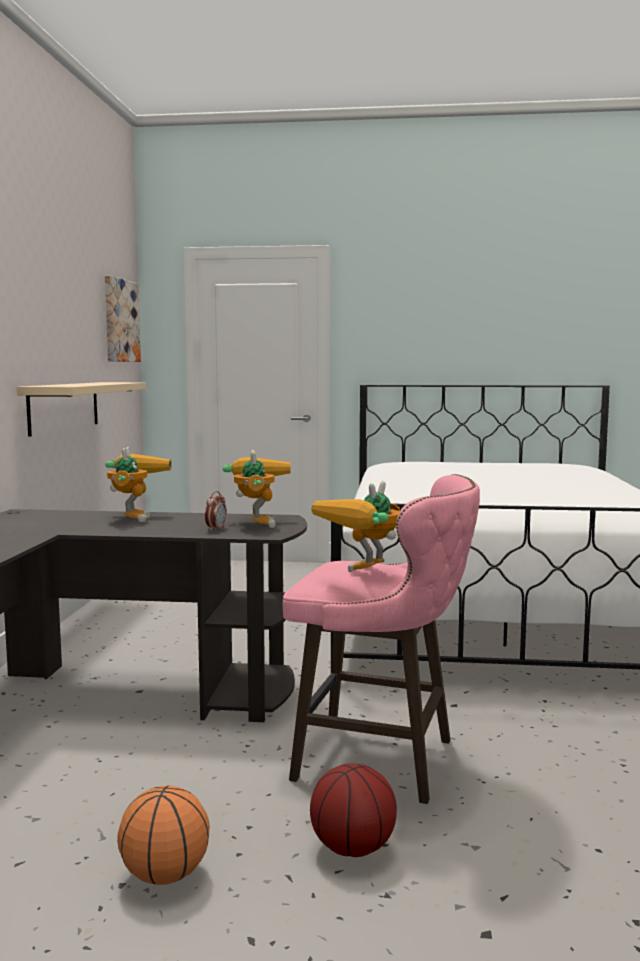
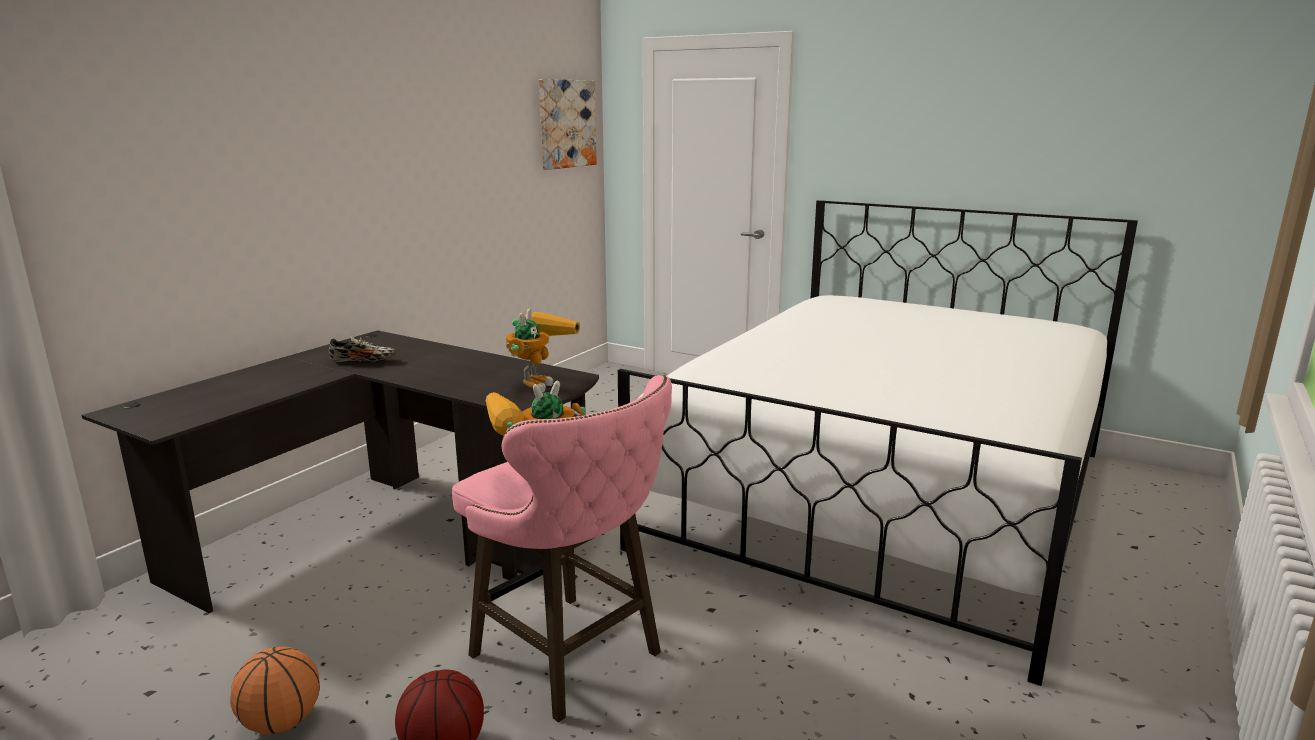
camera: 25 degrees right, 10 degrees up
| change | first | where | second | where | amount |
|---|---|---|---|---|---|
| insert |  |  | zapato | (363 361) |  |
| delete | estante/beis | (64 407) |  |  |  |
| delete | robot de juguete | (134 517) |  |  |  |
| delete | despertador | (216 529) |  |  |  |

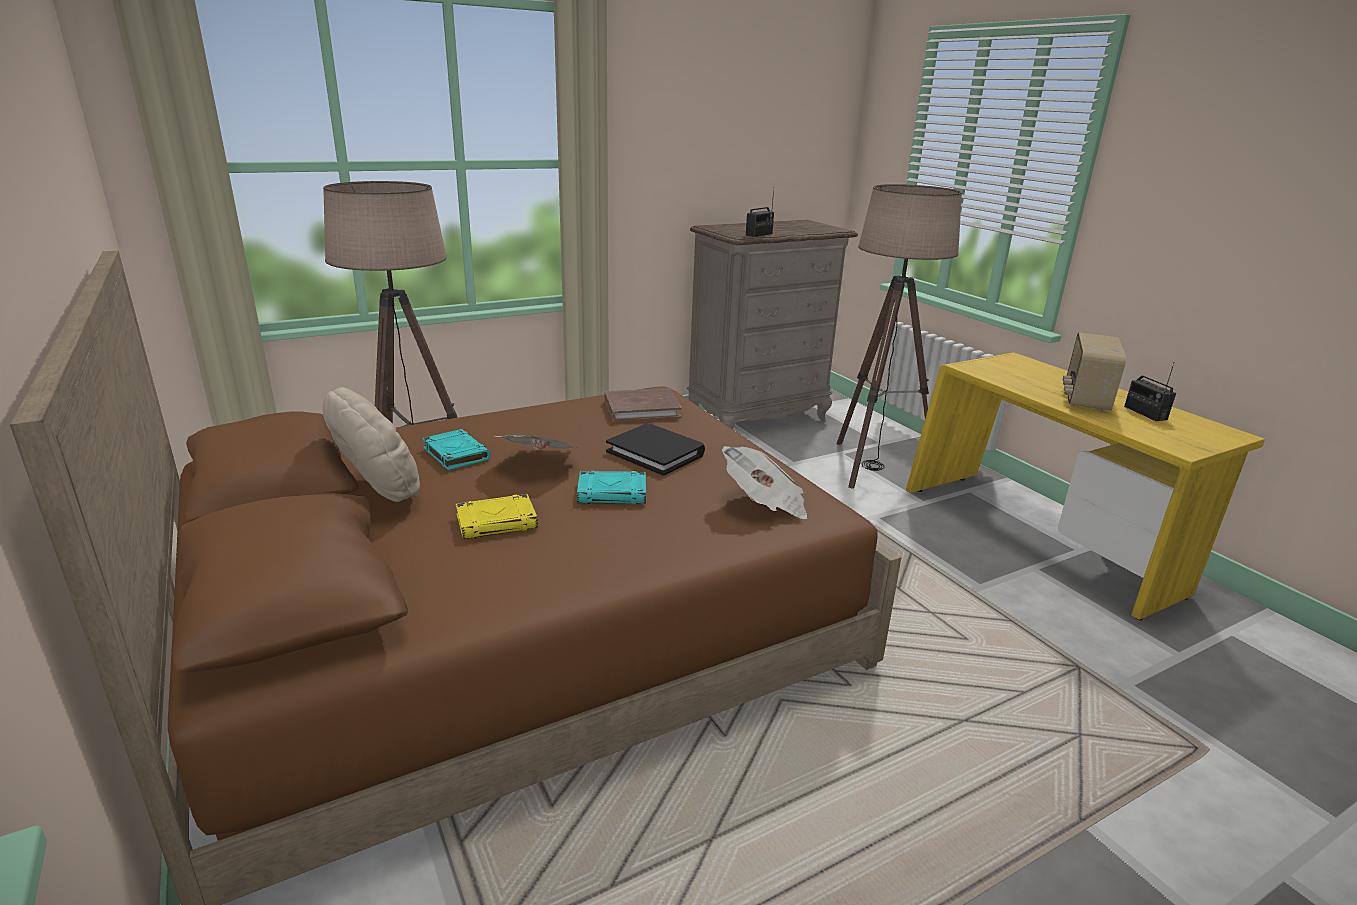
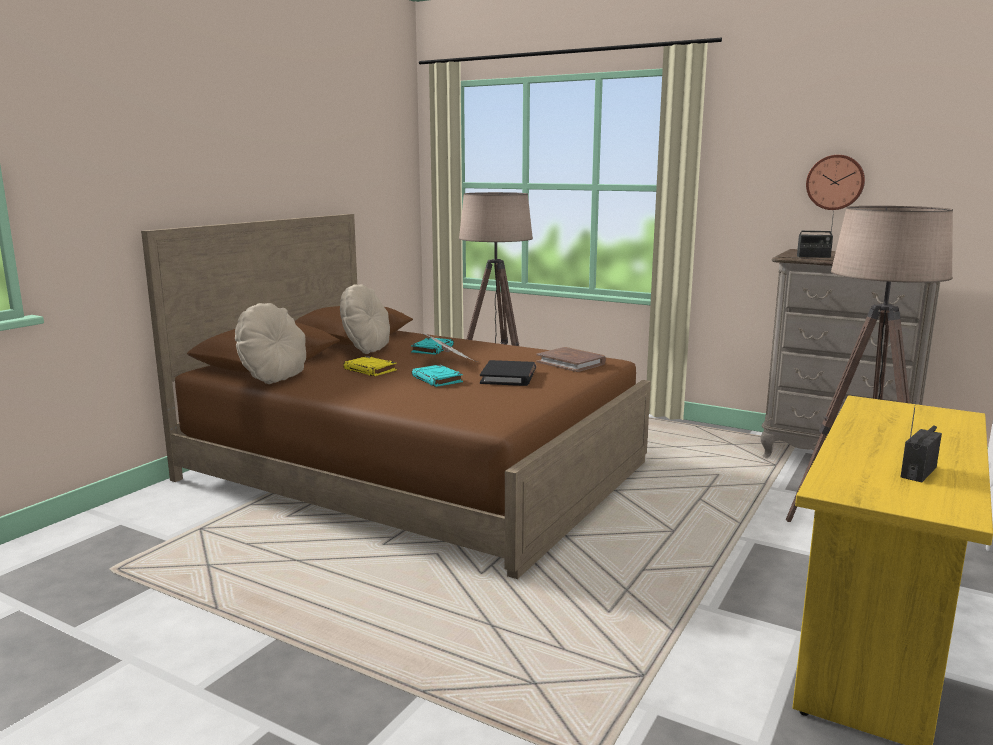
camera: 60 degrees right, 10 degrees down
| change | first | where | second | where | amount |
|---|---|---|---|---|---|
| insert |  |  | cojín/beis | (274 379) |  |
| insert |  |  | reloj de pared | (835 182) |  |
| delete | periódico | (765 503) |  |  |  |
| delete | radio | (1084 399) |  |  |  |

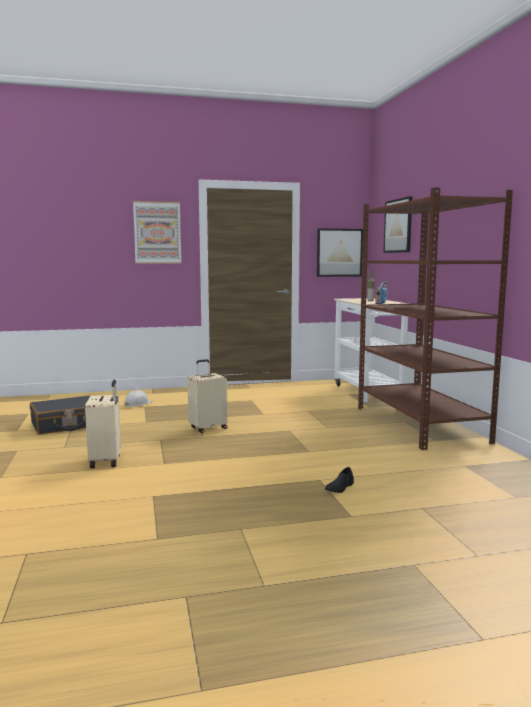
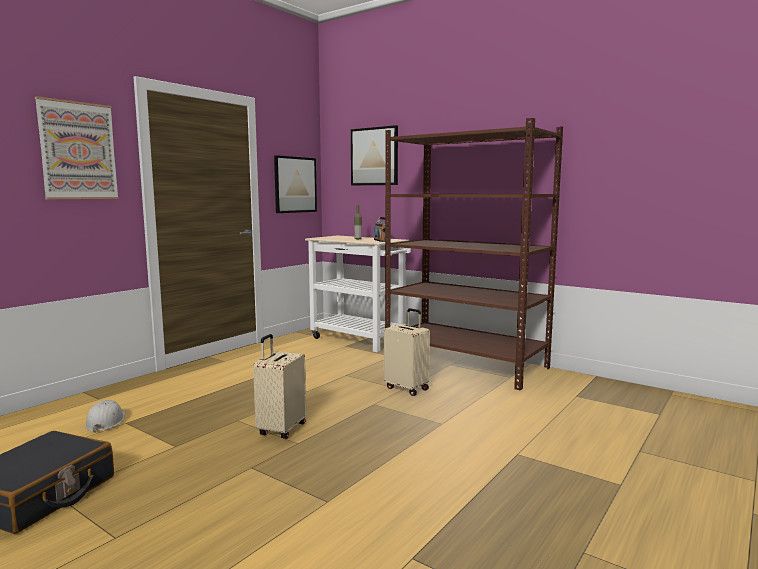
camera: 40 degrees left, 0 degrees up
| change | first | where | second | where | amount |
|---|---|---|---|---|---|
| move | maleta/beis | (106 461) |  | (407 388) |  |
| delete | zapato/negro | (339 487) |  |  |  |

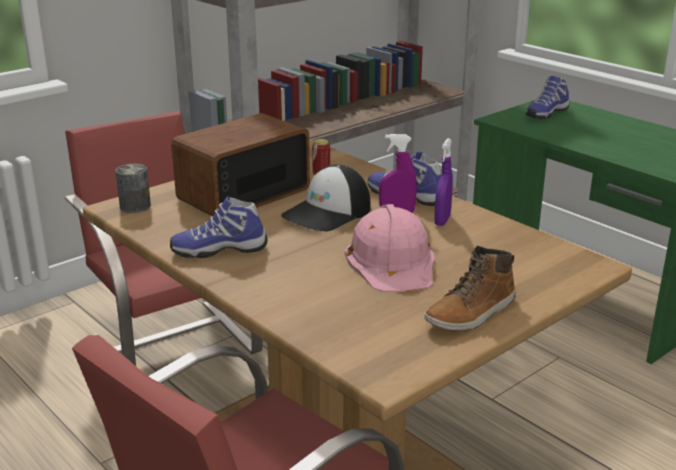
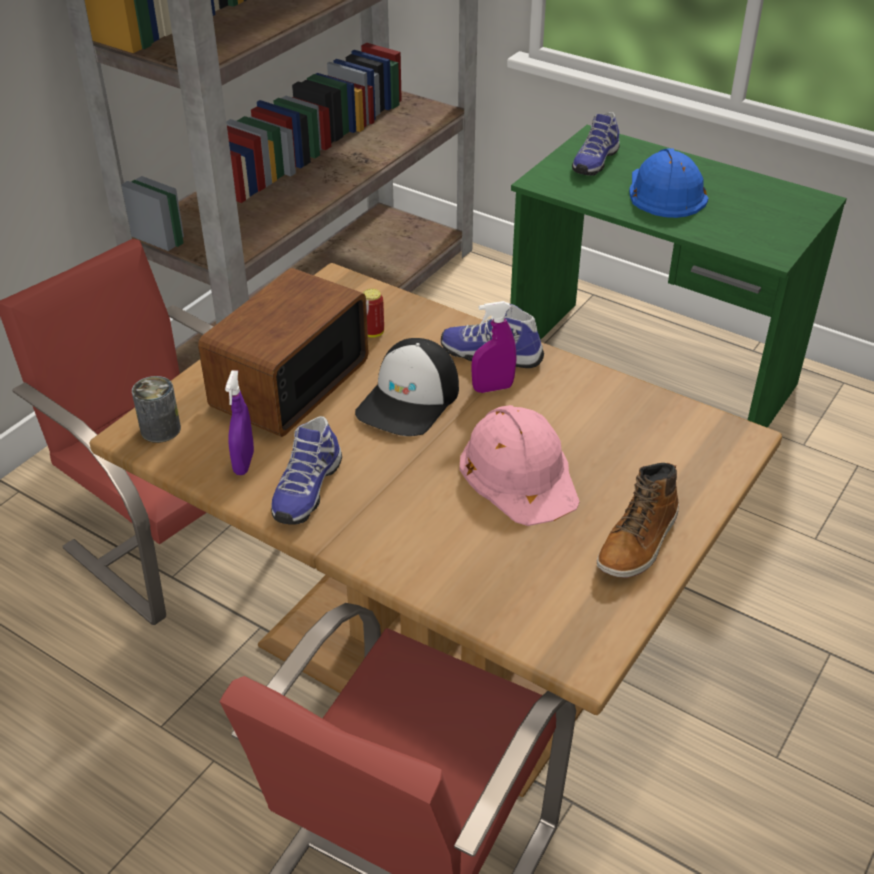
camera: 15 degrees left, 15 degrees up
| change | first | where | second | where | amount |
|---|---|---|---|---|---|
| move | pulverizador/morado | (442 220) |  | (244 463) |  |
| rotate | zapato | (219 249) |  | (305 489) | 45 degrees counterclockwise |
| insert |  |  | casco/azul | (665 192) |  |

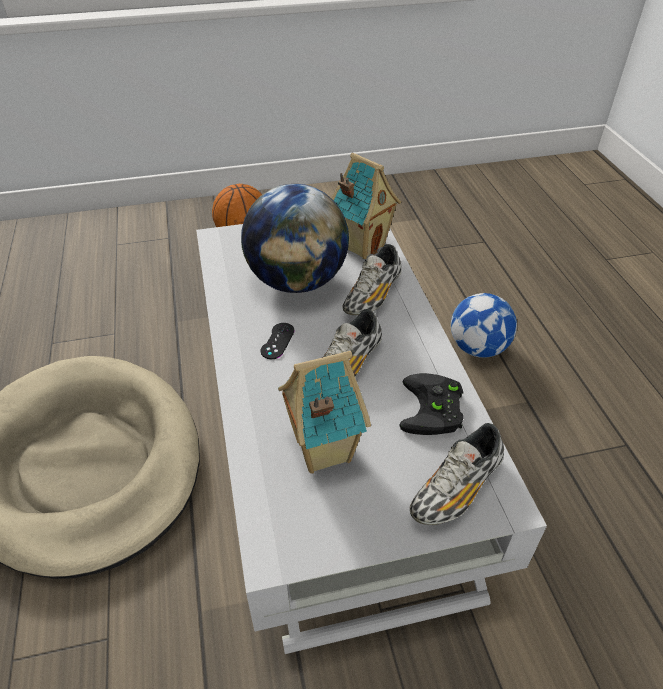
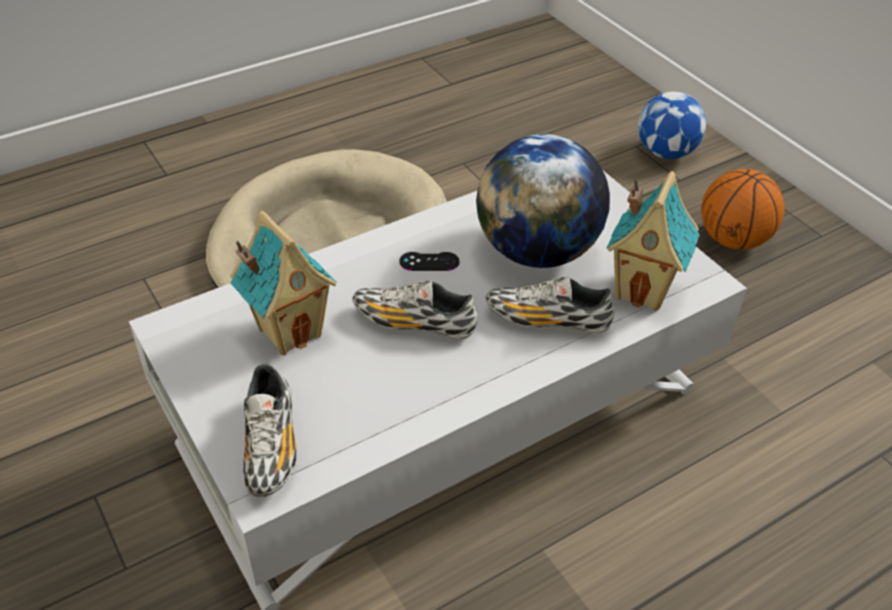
camera: 70 degrees right, 0 degrees up
| change | first | where | second | where | amount |
|---|---|---|---|---|---|
| rotate | zapato | (456 489) |  | (271 446) | 120 degrees counterclockwise |
| move | balón de fútbol | (478 348) |  | (665 152) |  |
| delete | mando de consola/negro | (434 410) |  |  |  |

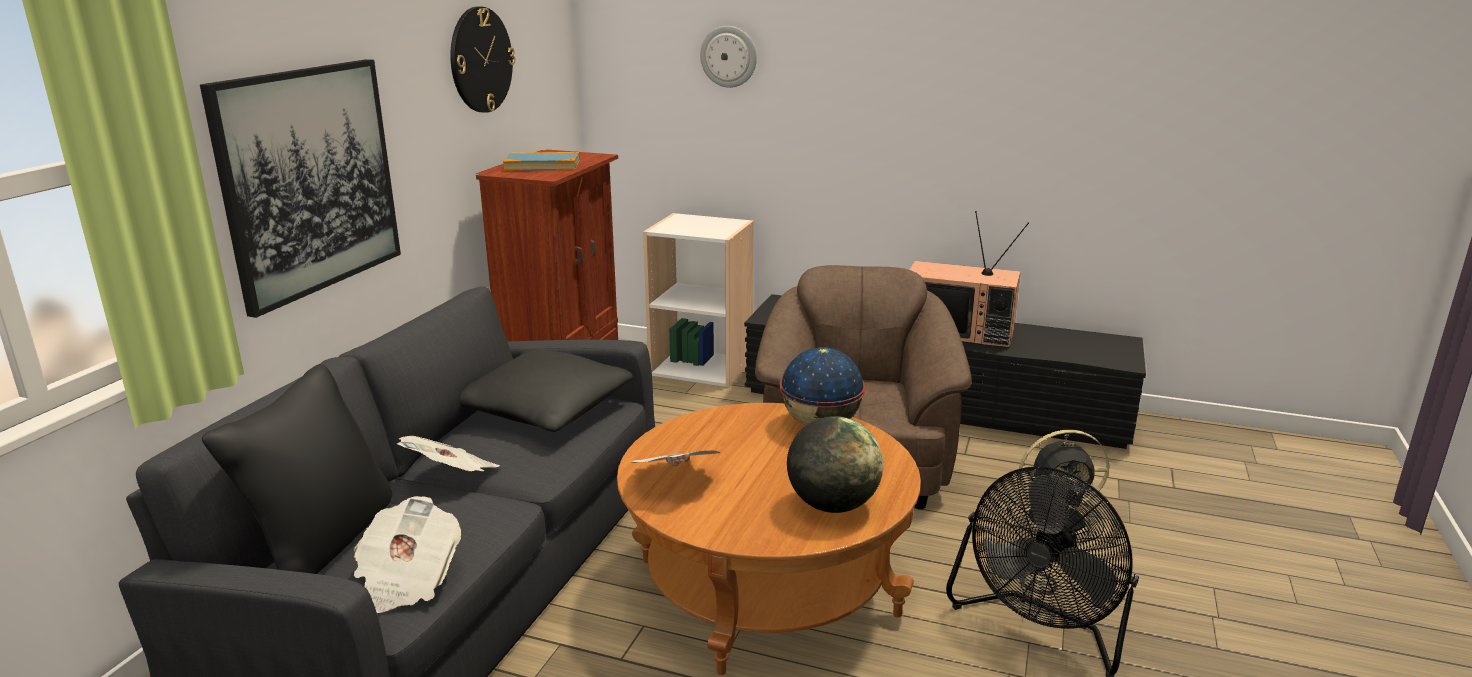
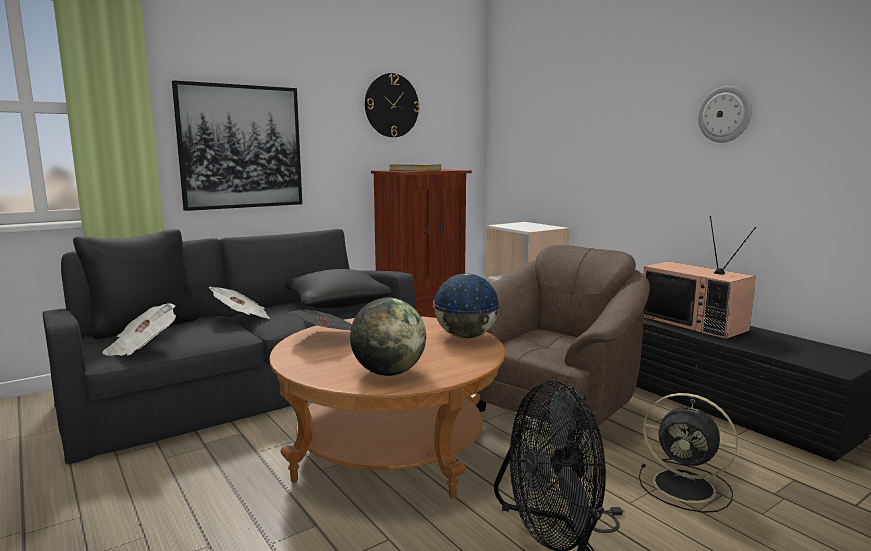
camera: 35 degrees right, 10 degrees down
| change | first | where | second | where | amount |
|---|---|---|---|---|---|
| move | reloj de pared | (729 56) |  | (725 114) |  |

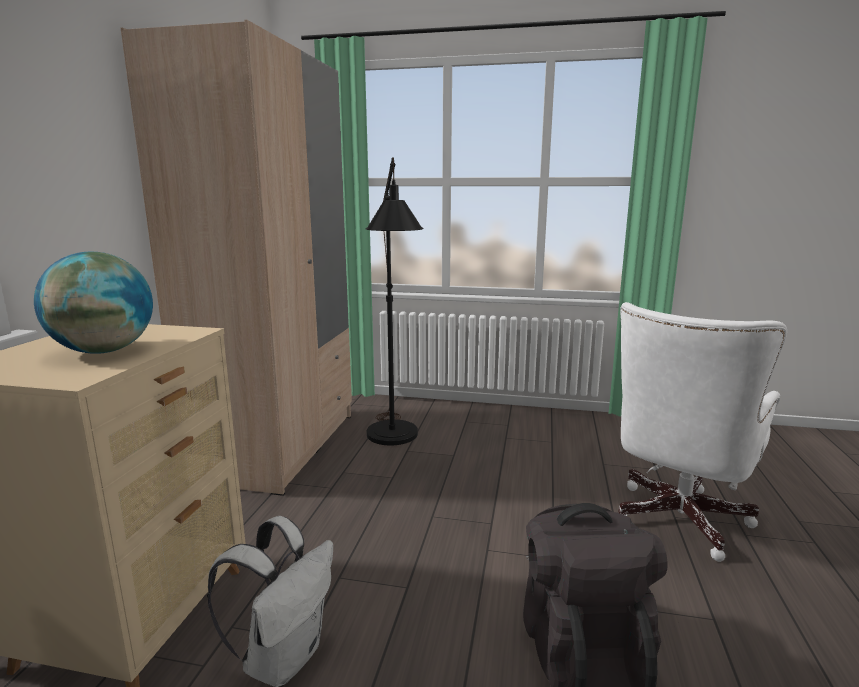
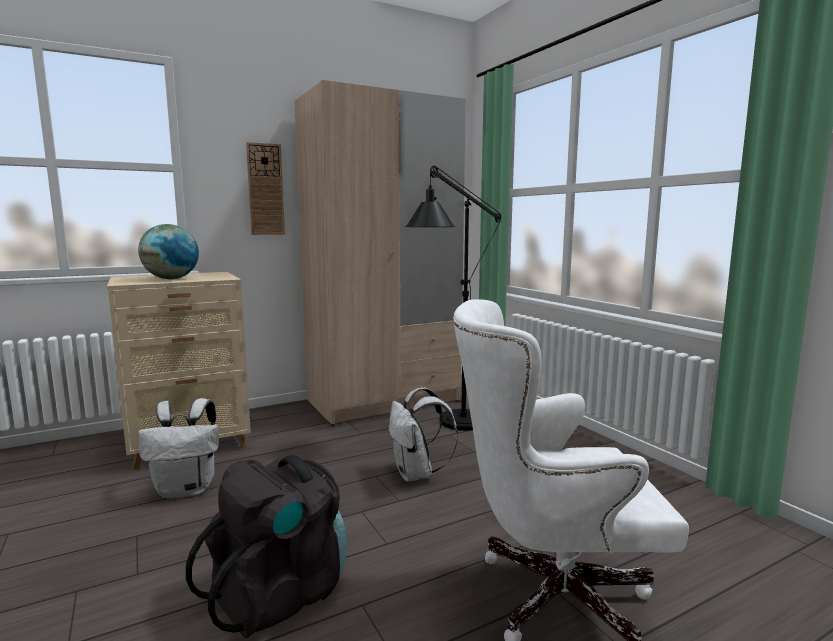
camera: 50 degrees right, 5 degrees down
| change | first | where | second | where | amount |
|---|---|---|---|---|---|
| insert |  |  | reloj de pared | (265 189) |  |
| insert |  |  | mochila/blanco | (417 474) |  |

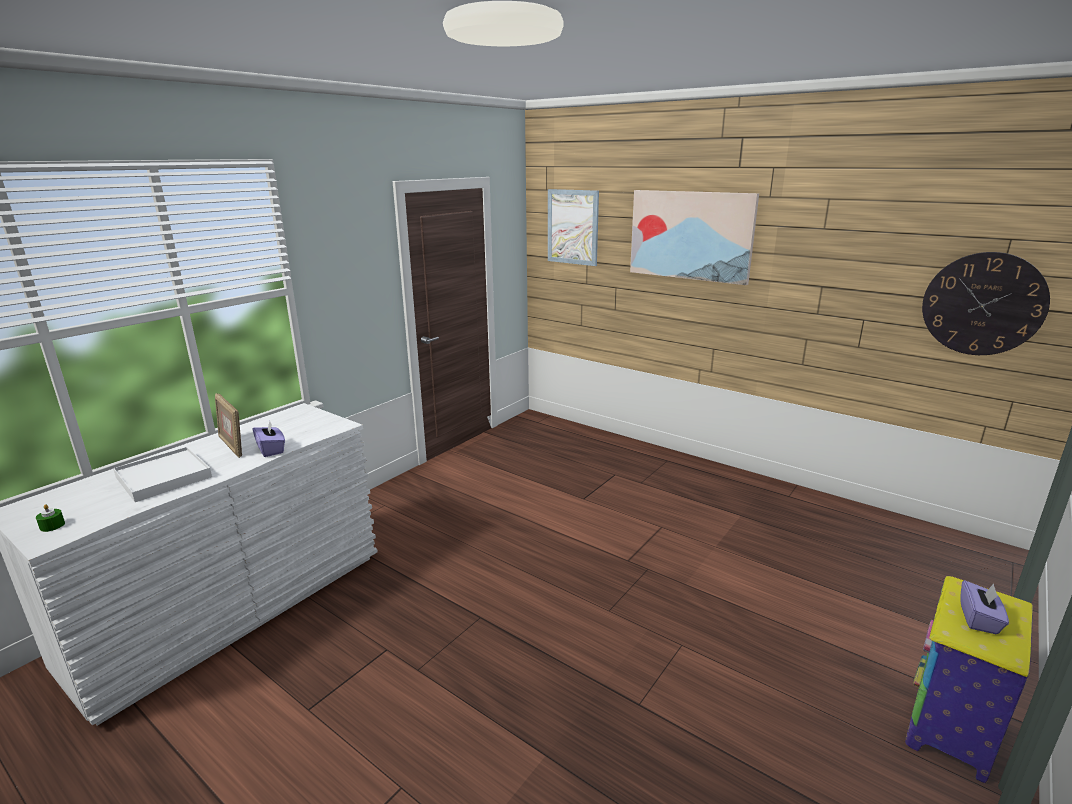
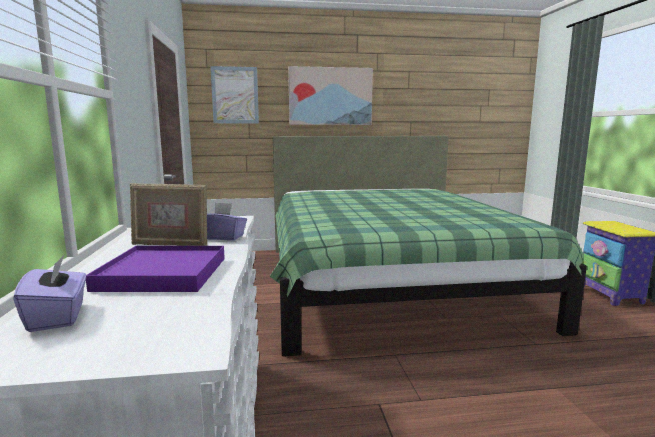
camera: 45 degrees left, 10 degrees down
| change | first | where | second | where | amount |
|---|---|---|---|---|---|
| move | caja de pañuelos/morado | (979 619) |  | (58 316) |  |
| recolor | bandeja/blanco | (163 477) | bandeja/morado | (163 273) |  |
| insert |  |  | cama/verde | (386 283) |  |
| delete | vela/verde | (52 525) |  |  |  |
| delete | reloj de pared | (983 304) |  |  |  |

